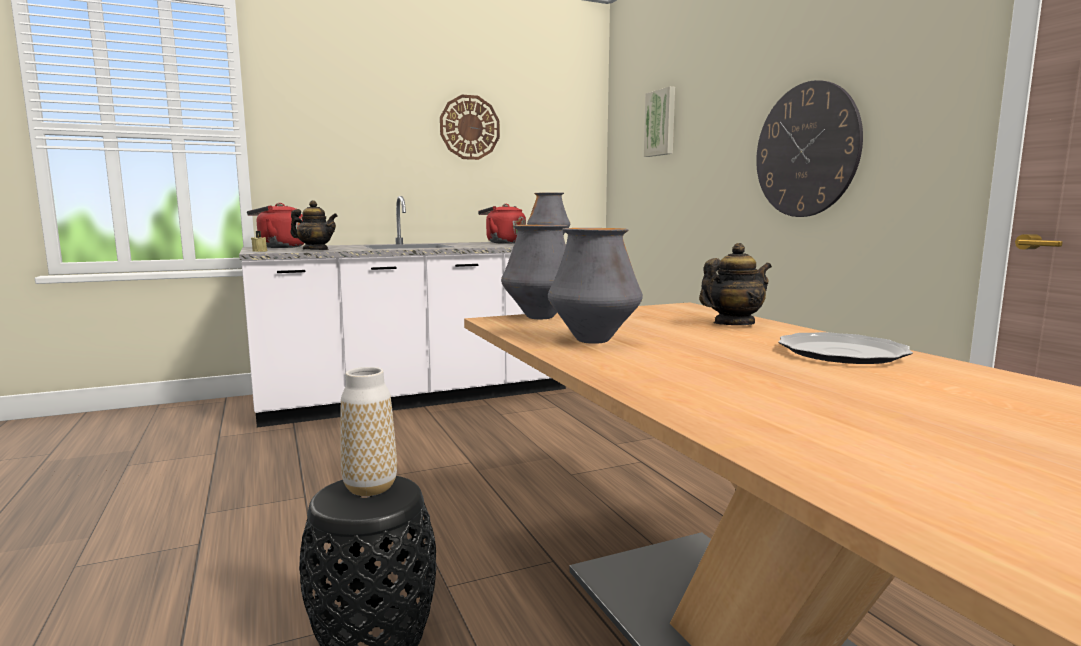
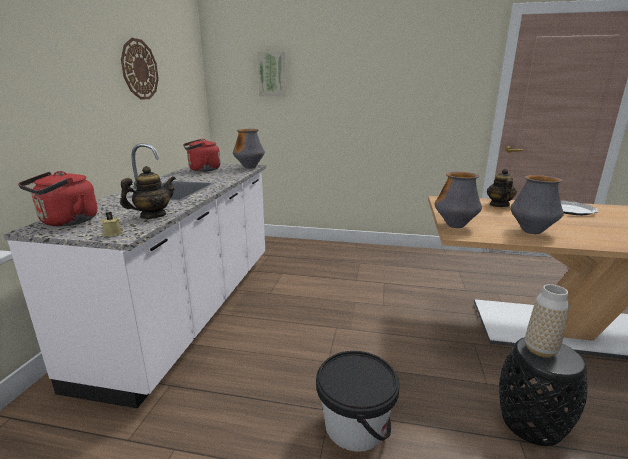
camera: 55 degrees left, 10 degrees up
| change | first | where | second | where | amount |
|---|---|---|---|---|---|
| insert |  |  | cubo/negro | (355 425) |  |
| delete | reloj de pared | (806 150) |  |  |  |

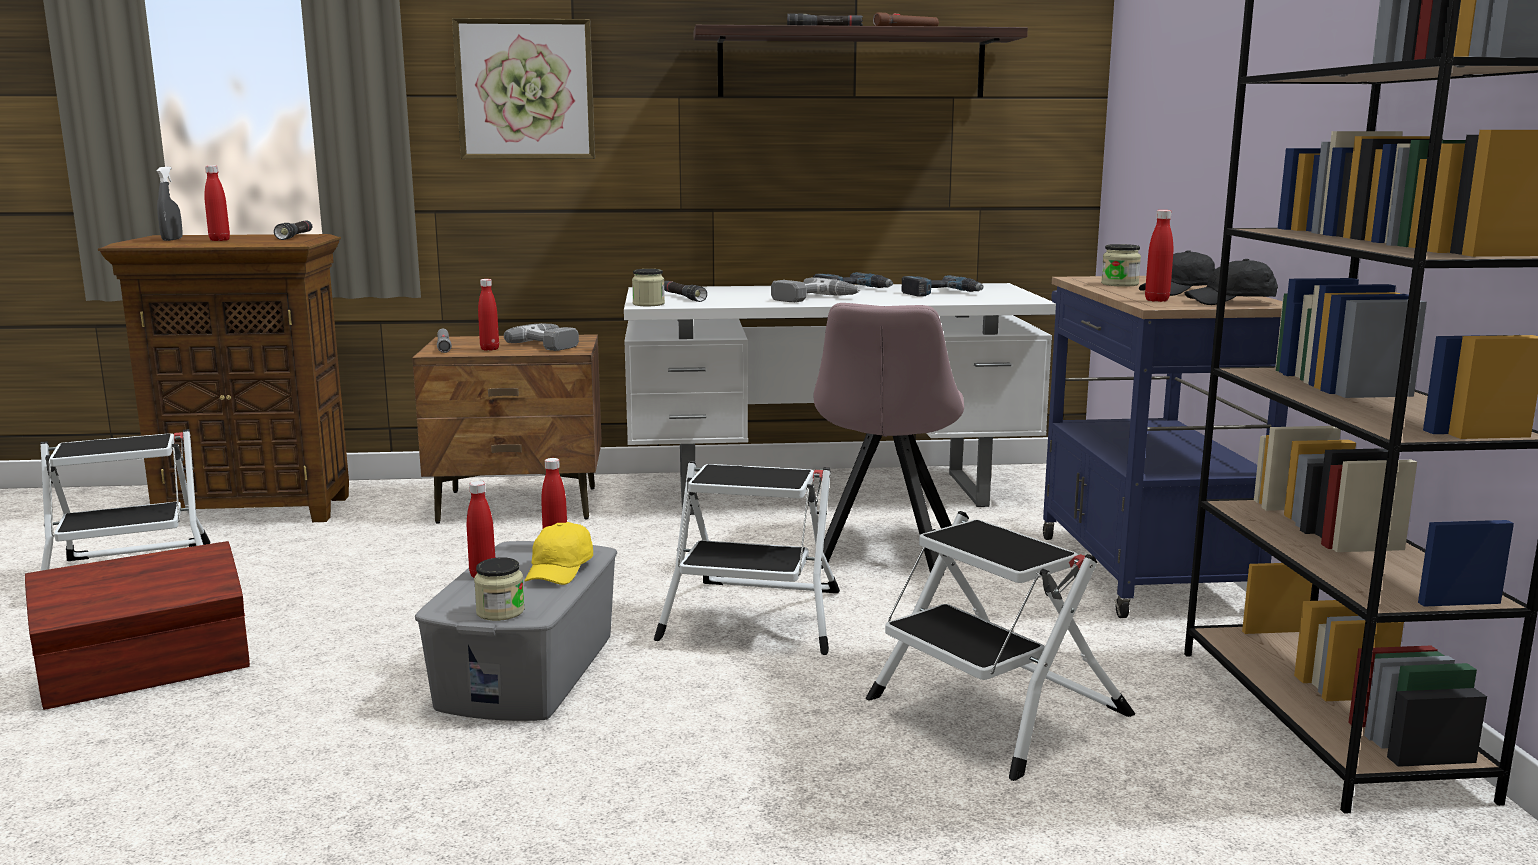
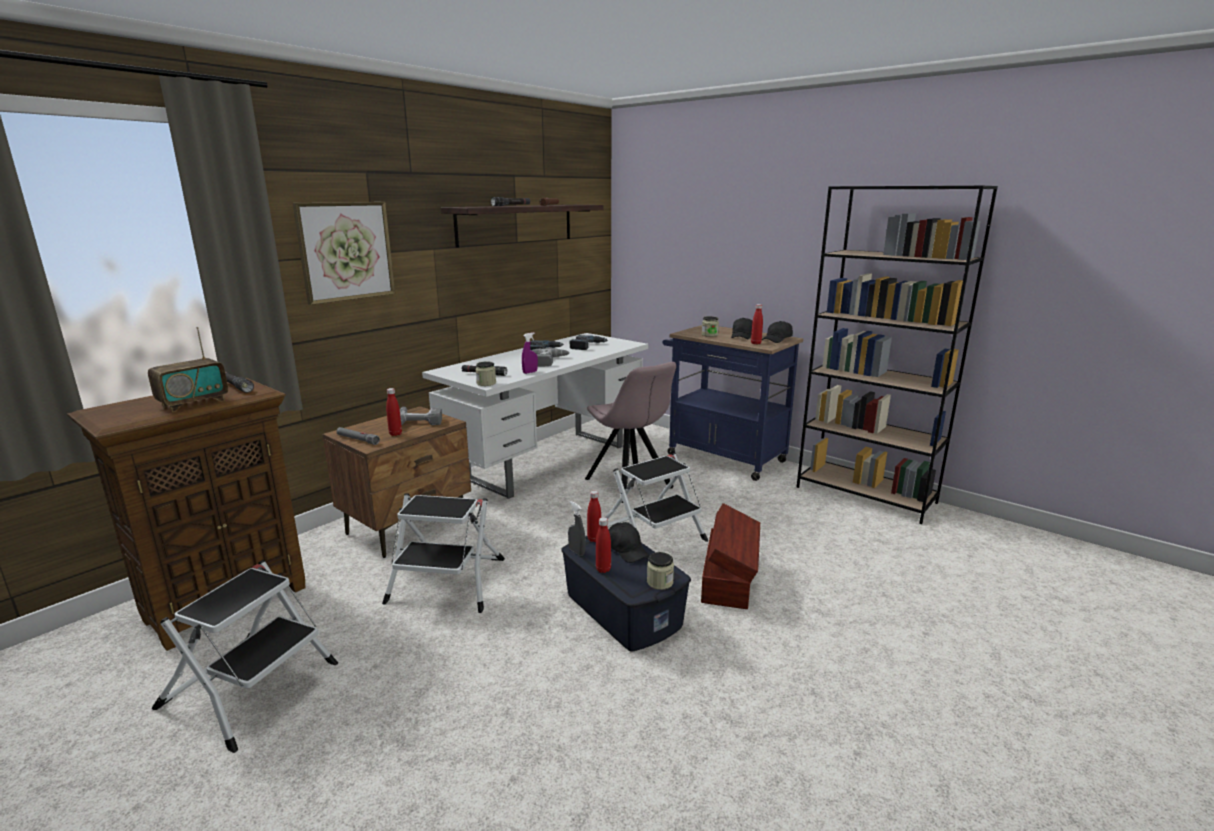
camera: 45 degrees left, 5 degrees up
| change | first | where | second | where | amount |
|---|---|---|---|---|---|
| replace | botella/rojo | (219 240) | radio | (193 403) |  |
| move | escalera de tijera | (998 710) |  | (448 581) |  |
| insert |  |  | pulverizador/morado | (530 372) |  |
| recolor | caja de almacenaje/gris | (529 670) | caja de almacenaje/azul | (623 609) |  |
| move | pulverizador/gris | (172 239) |  | (576 551) |  |
| recolor | gorra/amarillo | (560 570) | gorra/negro | (627 550) |  |
| move | caja de almacenaje/marrón | (149 672) |  | (729 578) |  |

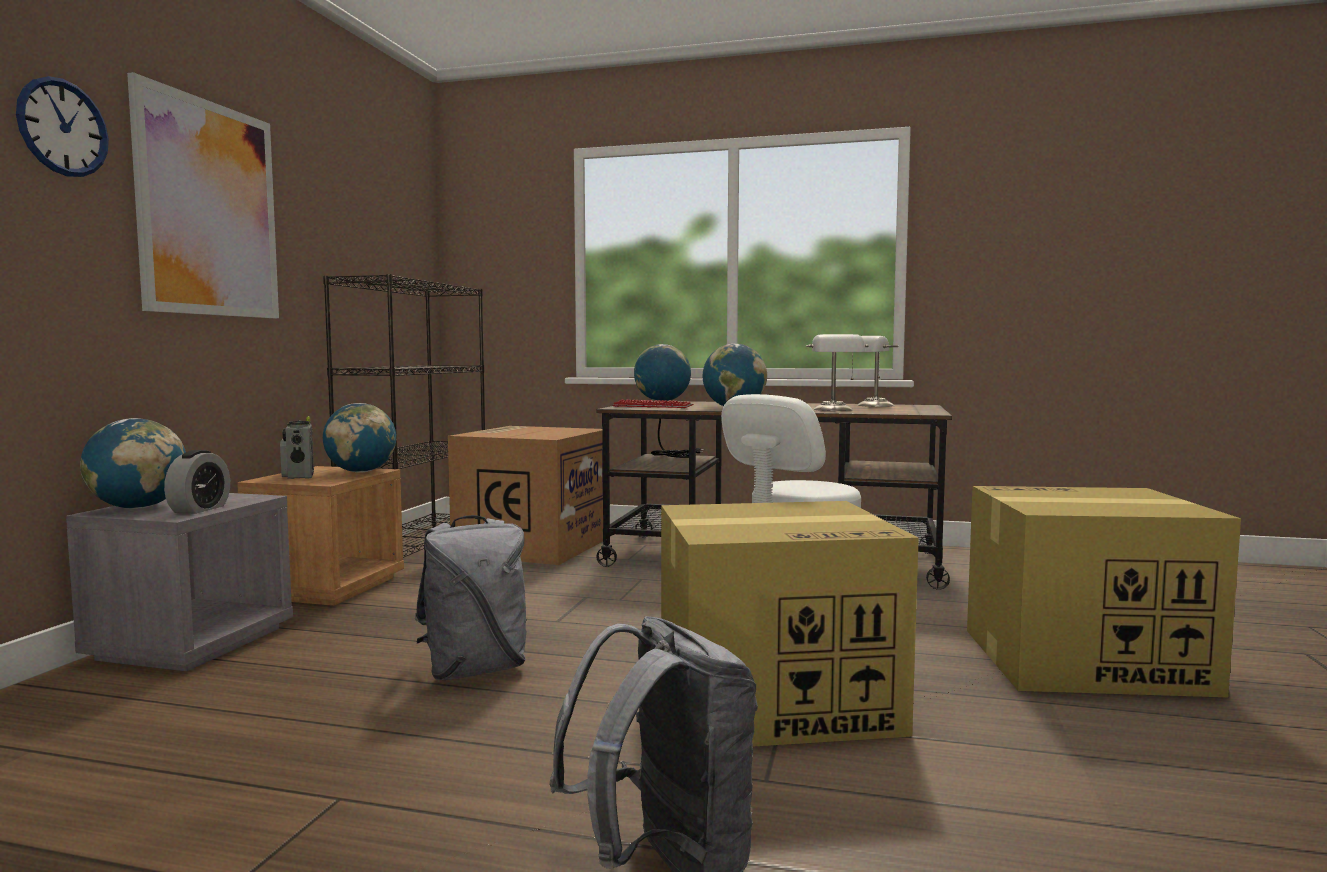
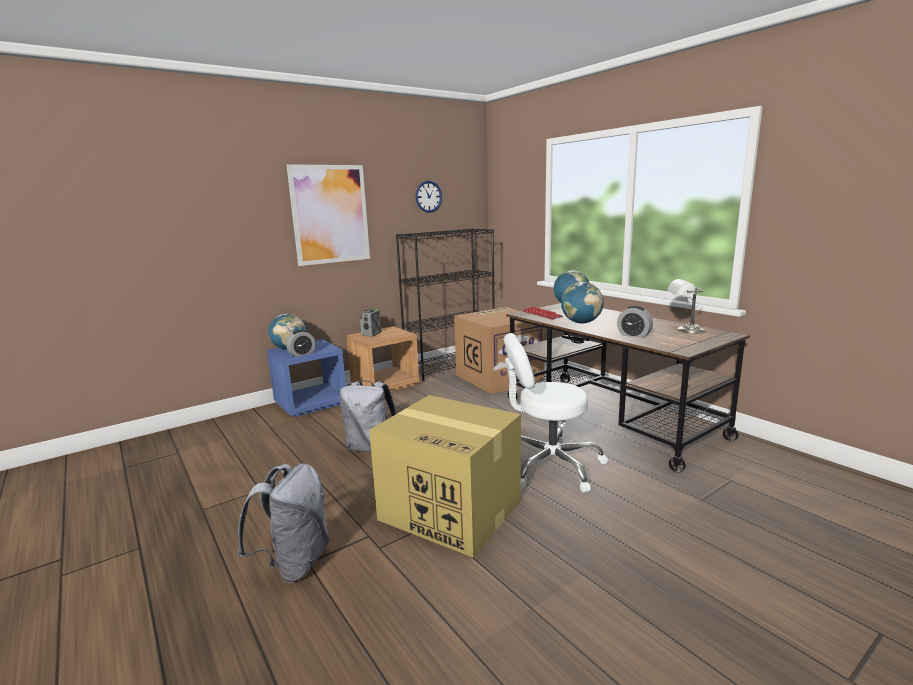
camera: 40 degrees right, 10 degrees up
| change | first | where | second | where | amount |
|---|---|---|---|---|---|
| recolor | mesita de noche/gris | (192 643) | mesita de noche/azul | (311 403) |  |
| move | reloj de pared | (63 127) |  | (428 196) |  |
| replace | lámpara de mesa/blanco | (835 410) | despertador | (634 335) |  |
| delete | globo terráqueo | (361 472) |  |  |  |
| delete | caja de cartón | (1080 660) |  |  |  |

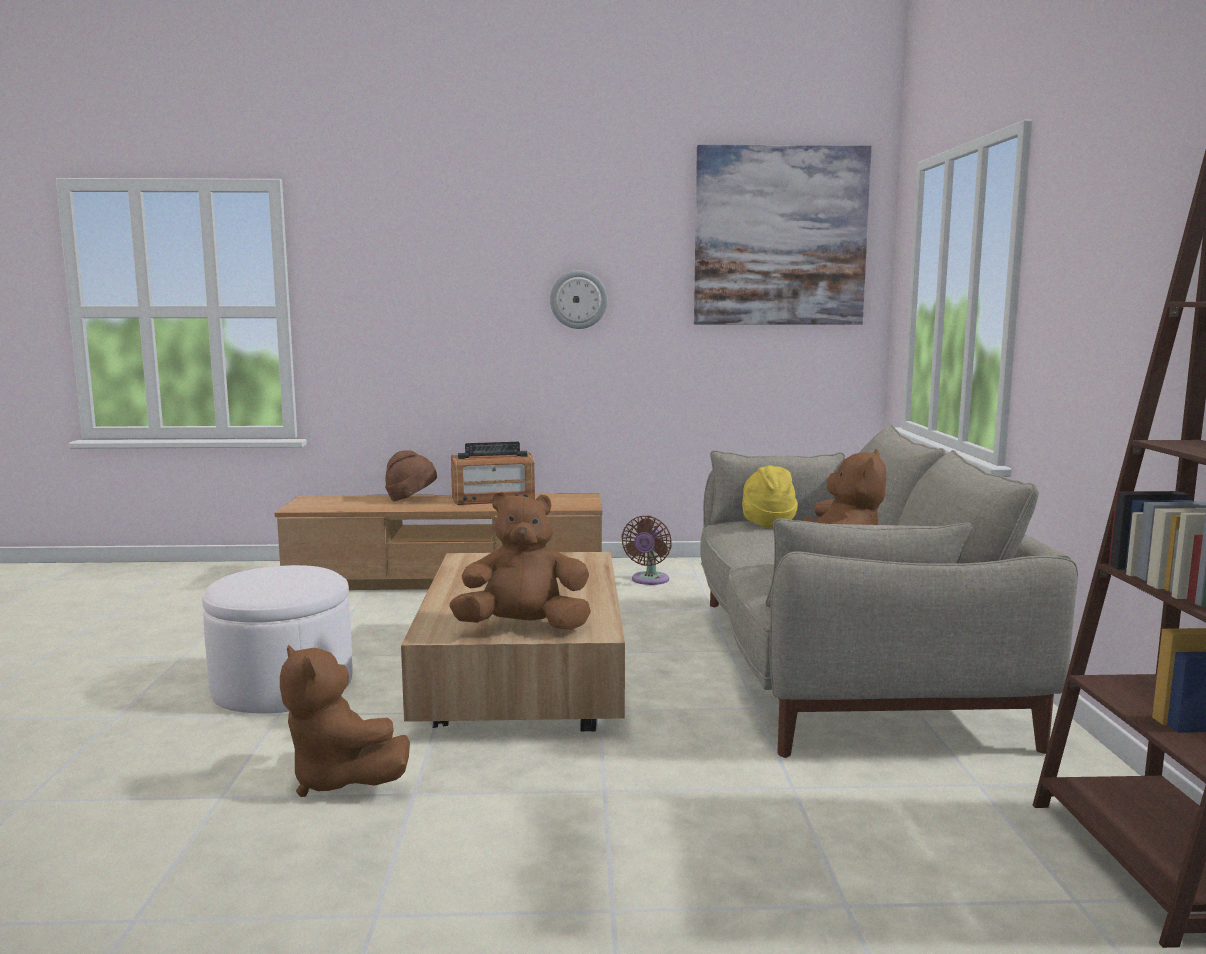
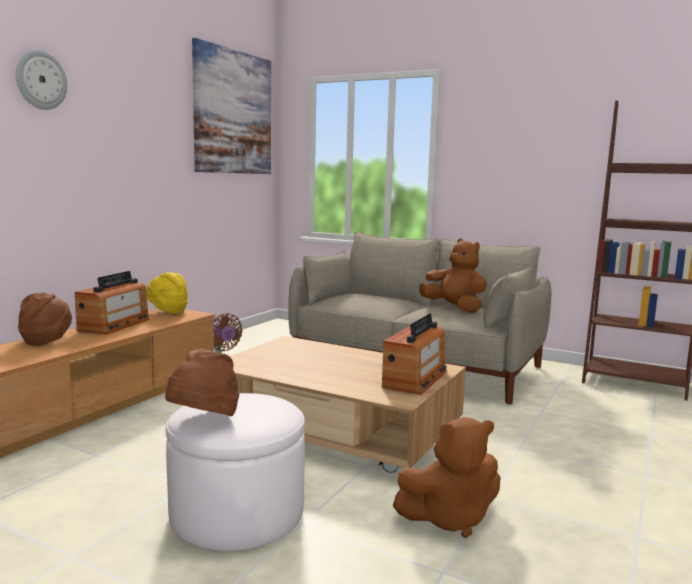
camera: 60 degrees left, 0 degrees up
| change | first | where | second | where | amount |
|---|---|---|---|---|---|
| move | reloj de pared | (578 299) |  | (40 80) |  |
| move | sombrero/amarillo | (767 523) |  | (167 312) |  |
| insert |  |  | sombrero/marrón | (203 421) |  |
| replace | peluche/marrón | (523 628) | radio | (415 379) |  |

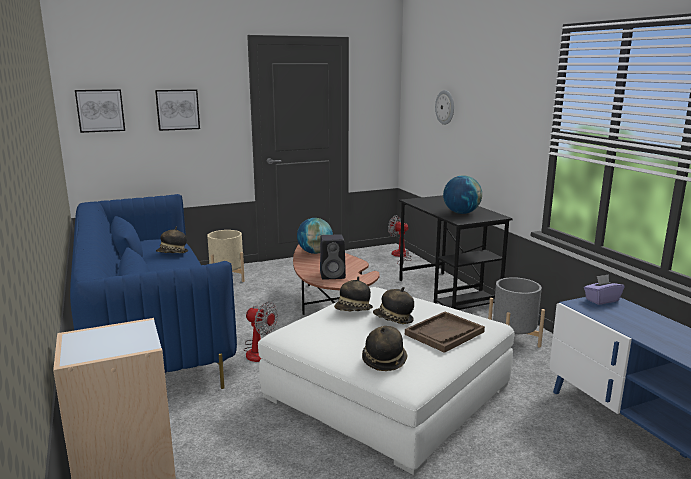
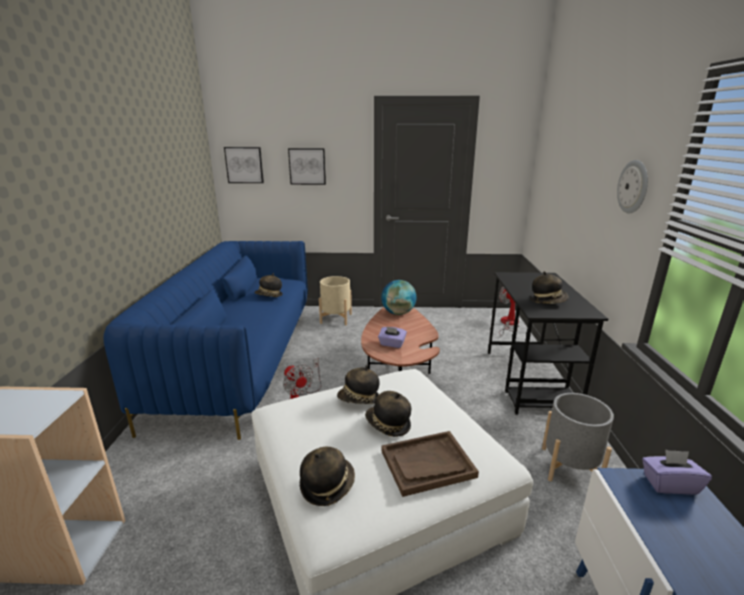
camera: 25 degrees right, 5 degrees up
| change | first | where | second | where | amount |
|---|---|---|---|---|---|
| replace | altavoz/negro | (333 275) | caja de pañuelos/morado | (392 344) |  |
| replace | globo terráqueo | (461 213) | sombrero | (548 301) |  |
| move | reloj de pared | (445 107) |  | (633 187) |  |

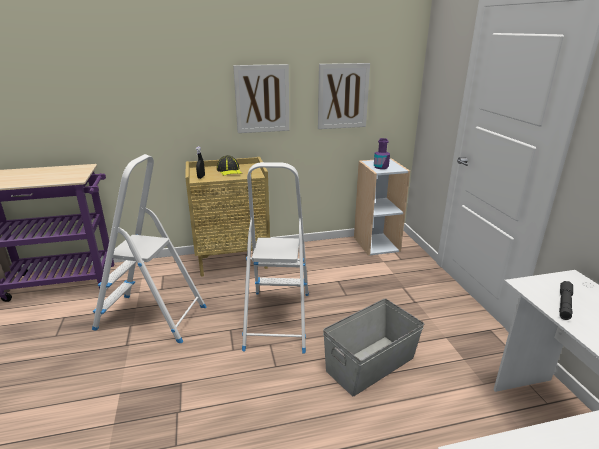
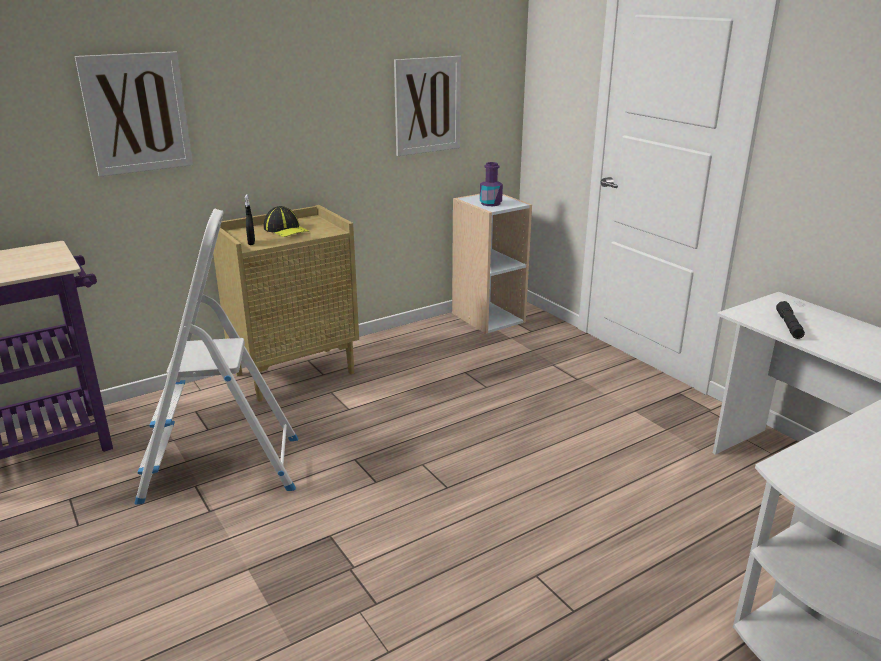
camera: 20 degrees left, 0 degrees up
| change | first | where | second | where | amount |
|---|---|---|---|---|---|
| move | cuadro | (262 99) |  | (137 113) |  |
| delete | escalera de tijera/blanco | (278 318) |  |  |  |
| delete | caja de almacenaje/gris | (371 364) |  |  |  |

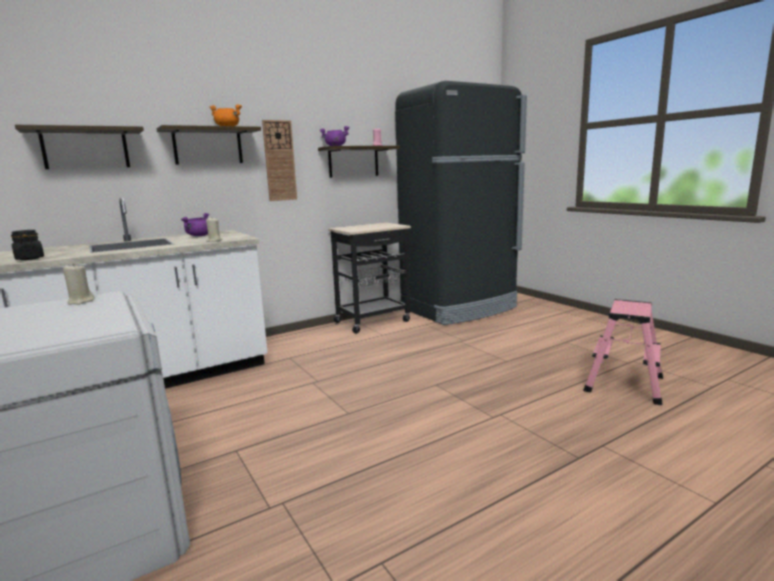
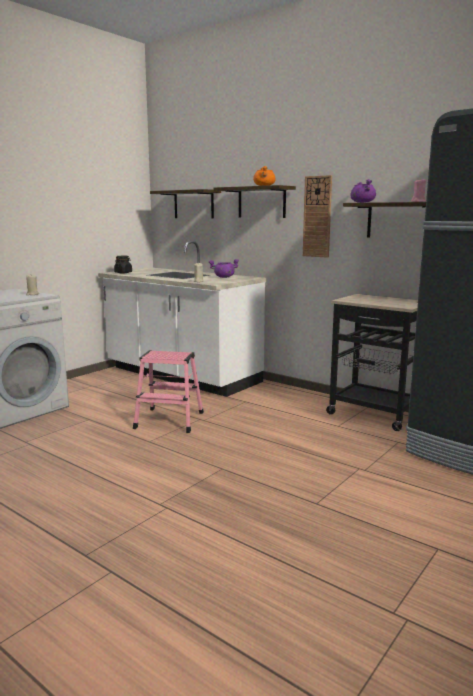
camera: 70 degrees right, 0 degrees up
| change | first | where | second | where | amount |
|---|---|---|---|---|---|
| move | escalera de tijera/rosa | (624 384) |  | (170 420) |  |

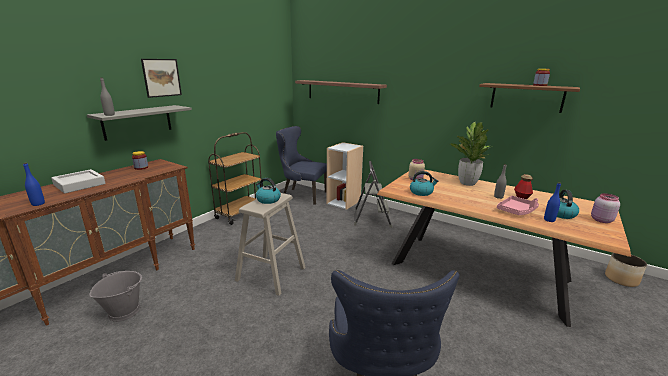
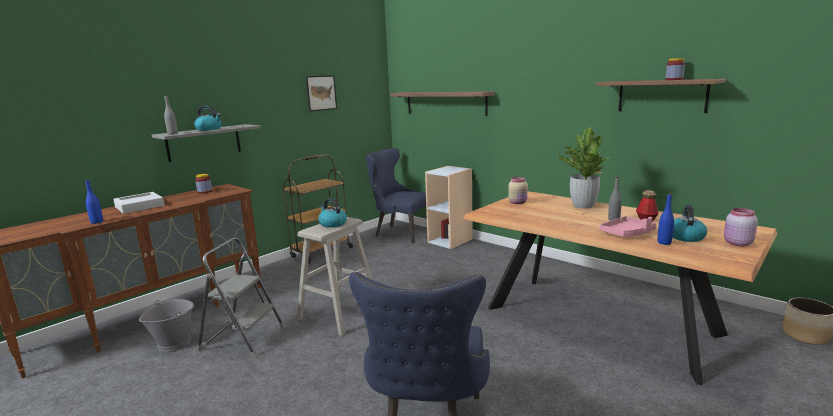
camera: 10 degrees right, 5 degrees down
| change | first | where | second | where | amount |
|---|---|---|---|---|---|
| move | hervidor | (421 192) |  | (209 129) |  |
| move | escalera de tijera/gris | (370 218) |  | (240 337) |  |
| move | cuadro | (161 77) |  | (321 93) |  |

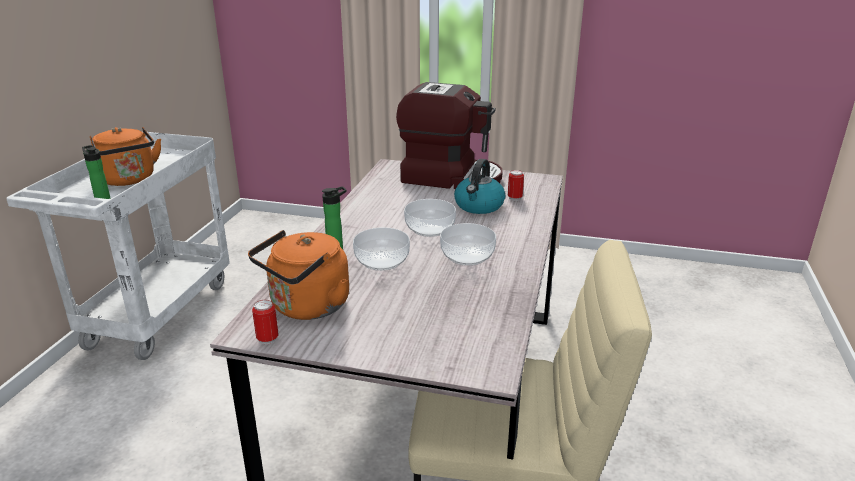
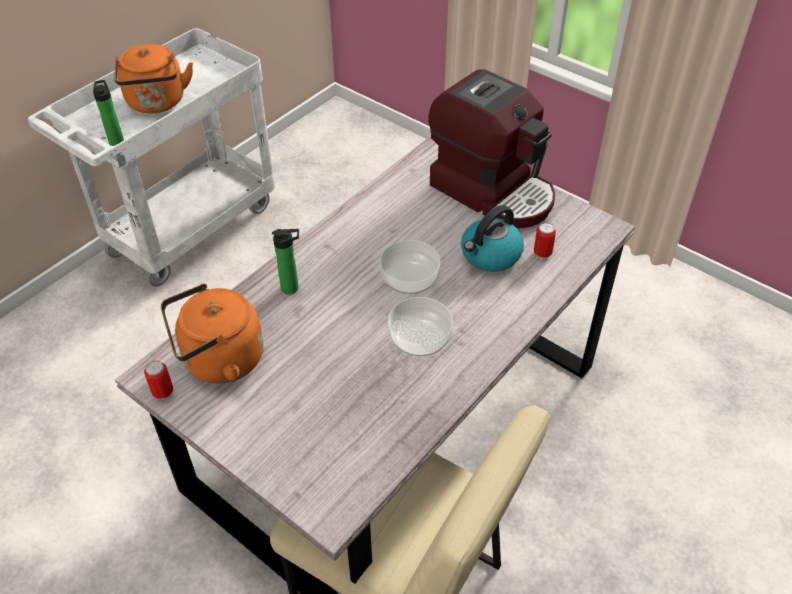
camera: 25 degrees right, 20 degrees up
| change | first | where | second | where | amount |
|---|---|---|---|---|---|
| delete | cuenco | (382 261) |  |  |  |

